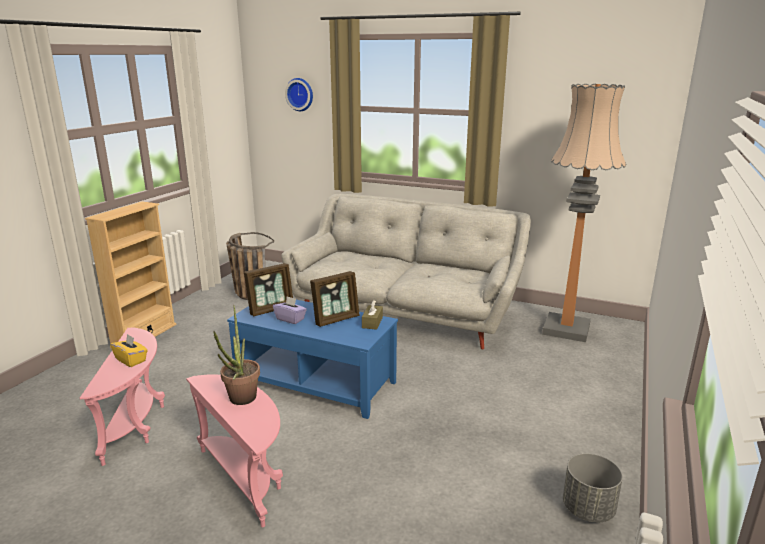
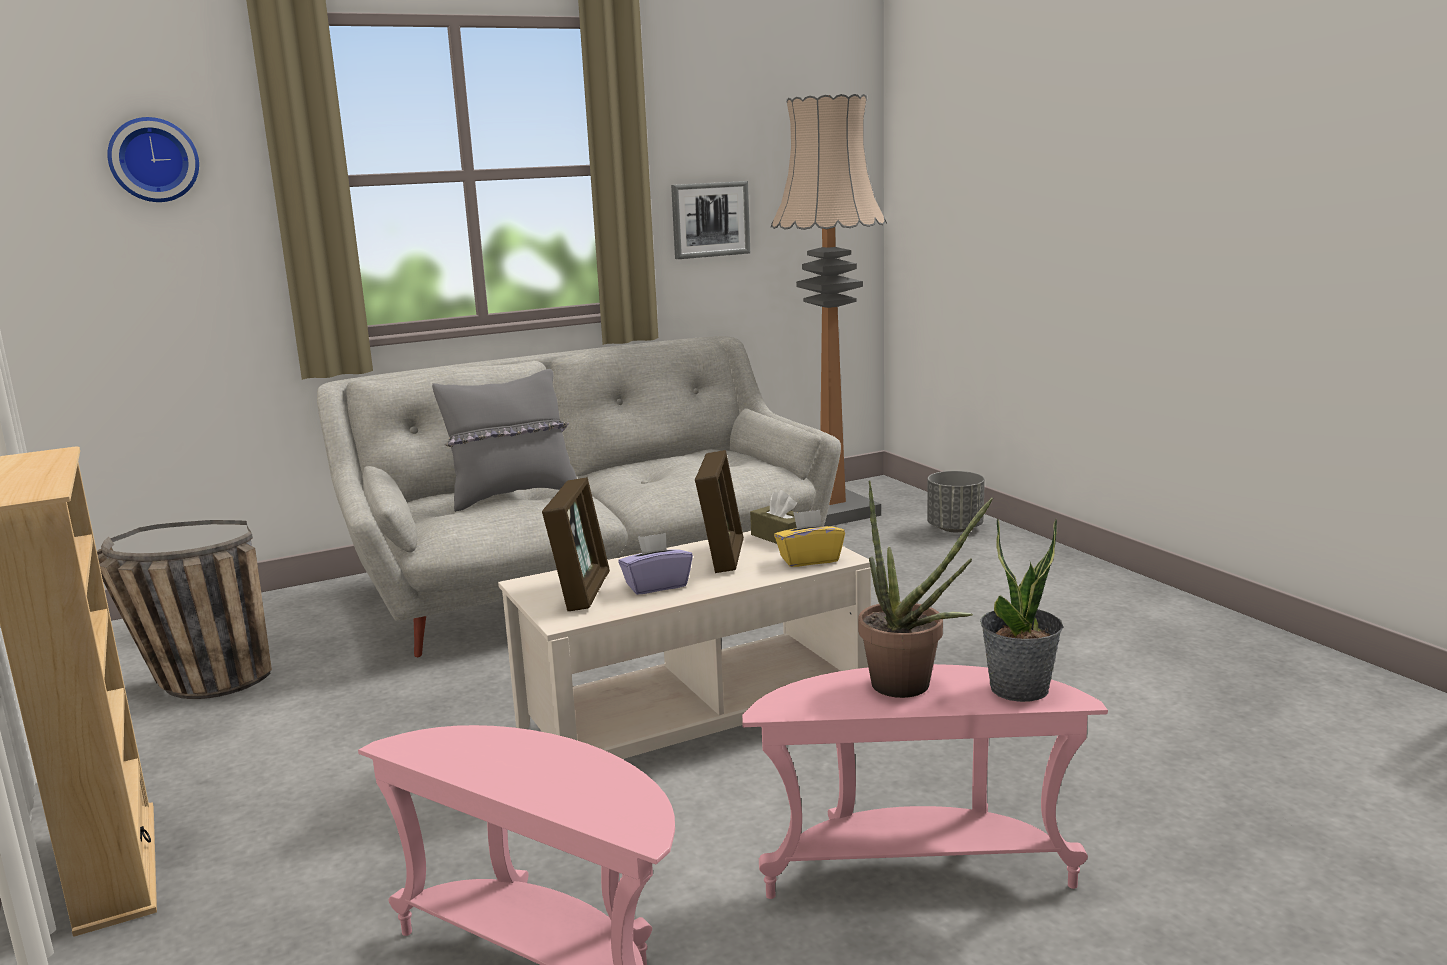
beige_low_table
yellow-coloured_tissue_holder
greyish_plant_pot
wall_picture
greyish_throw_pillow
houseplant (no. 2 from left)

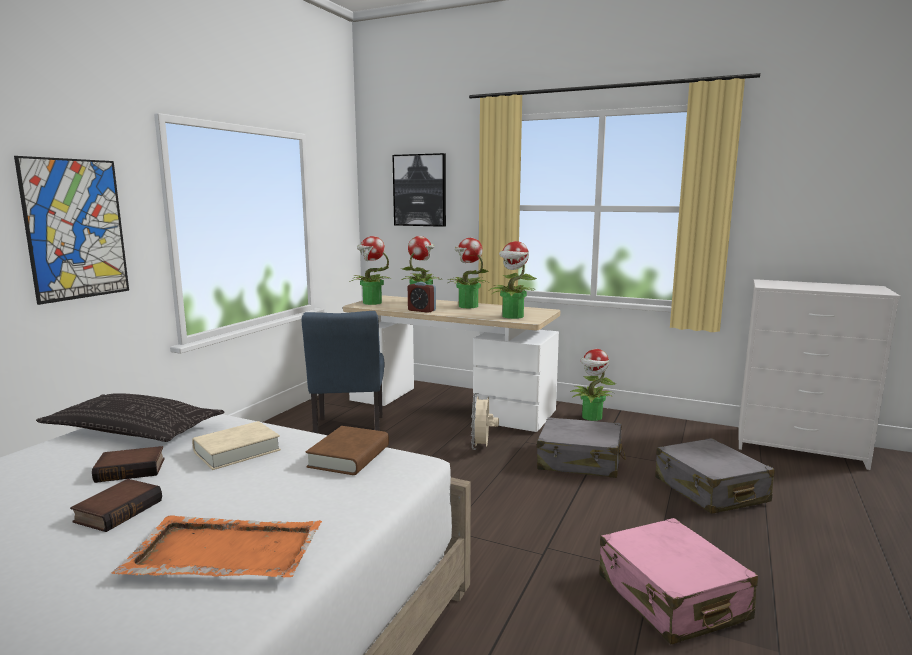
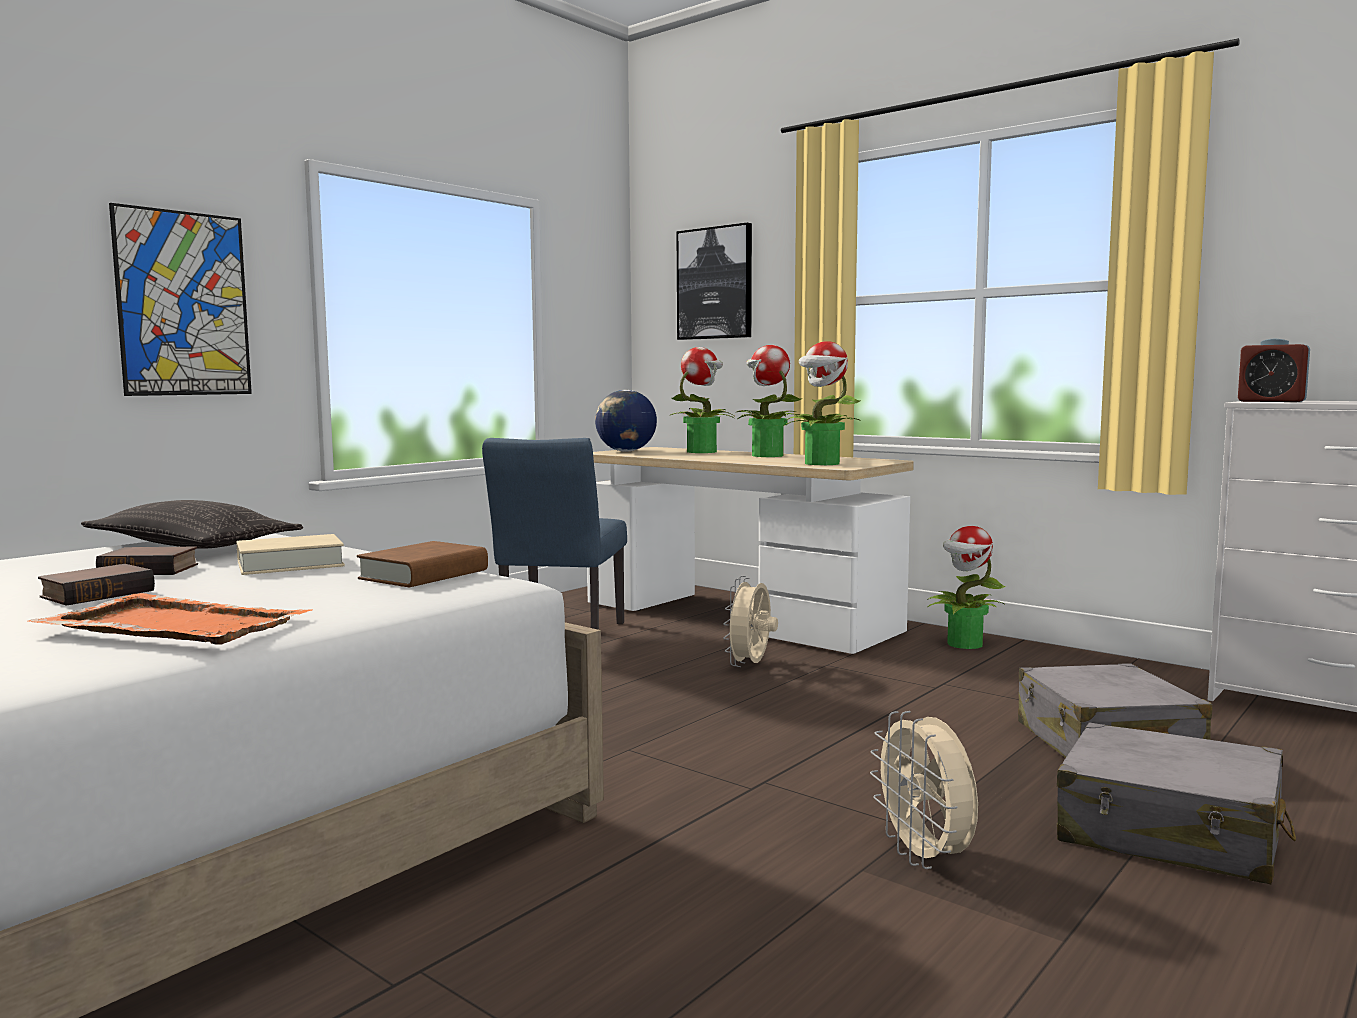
world_globe
alarm_clock
greyish_travel_case (no. 2 from left)
beige_cooling_fan (no. 2 from left)

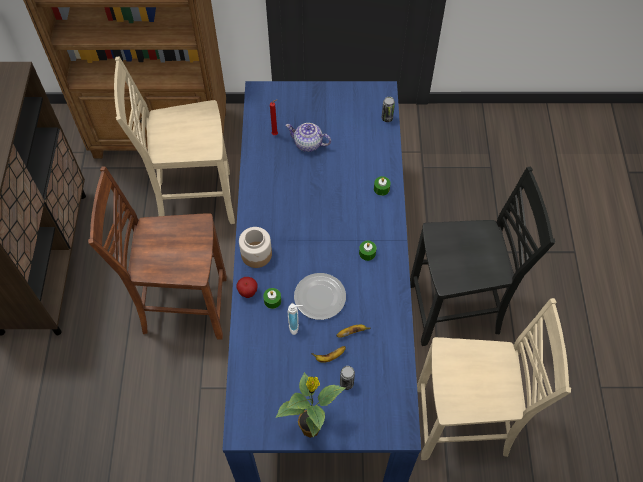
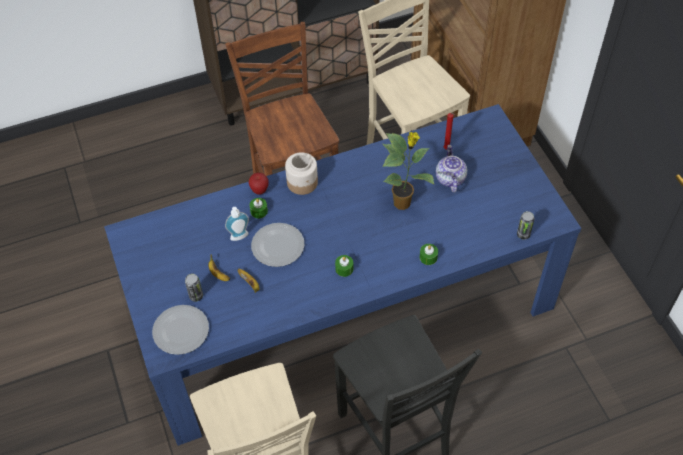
houseplant
plate (no. 1 from left)

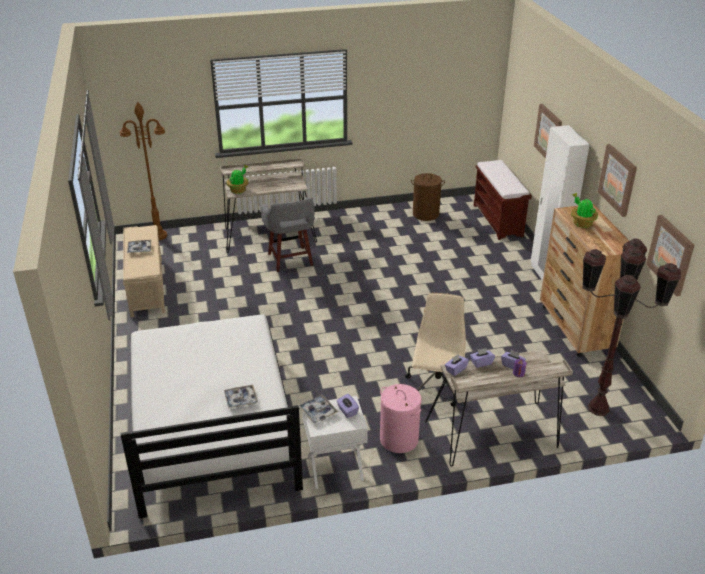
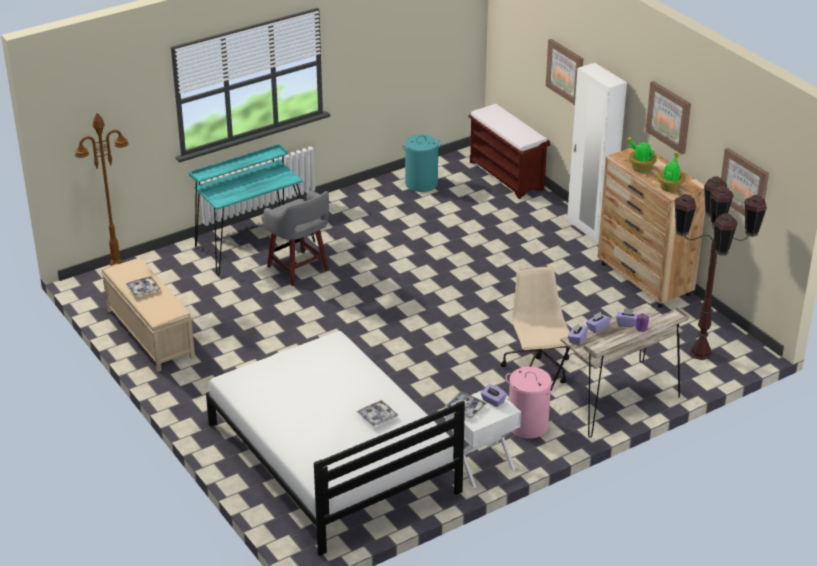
turquoise-coloured_desk
houseplant (no. 2 from left)
turquoise-coloured_hamper

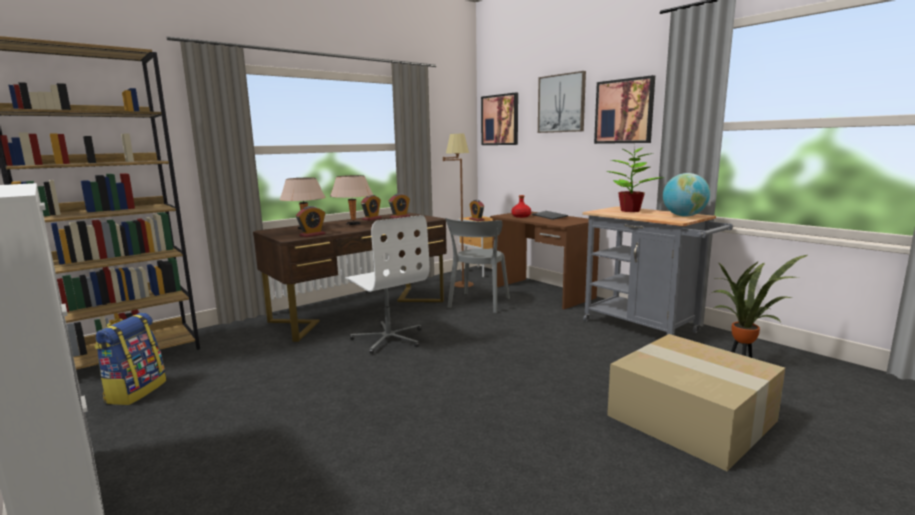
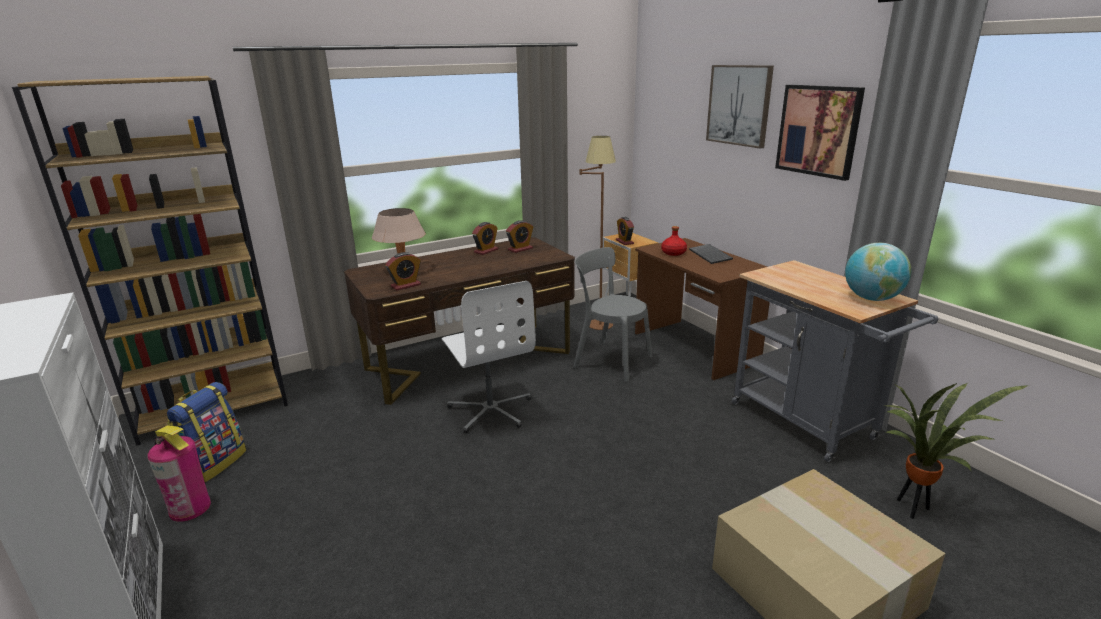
wall_picture (no. 1 from left in the first image)
houseplant (no. 1 from left in the first image)
beige_table_lamp (no. 2 from left in the first image)
greyish_chair
fire-fighting_cylinder

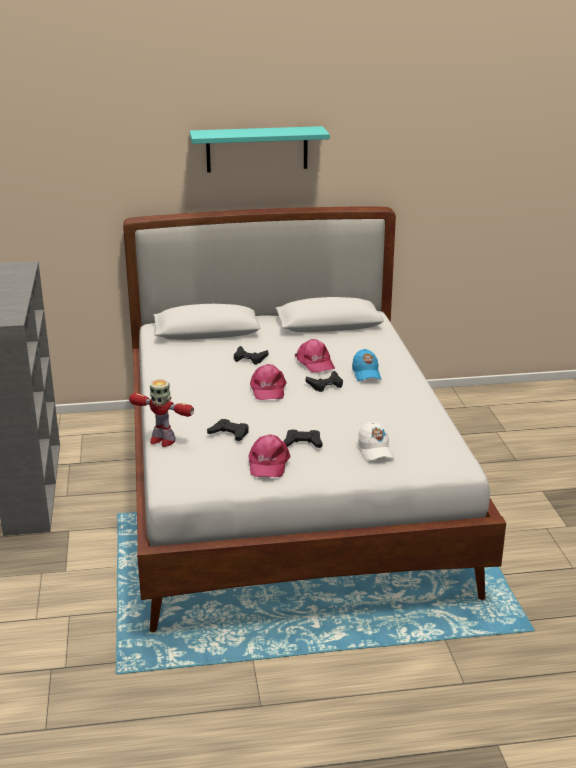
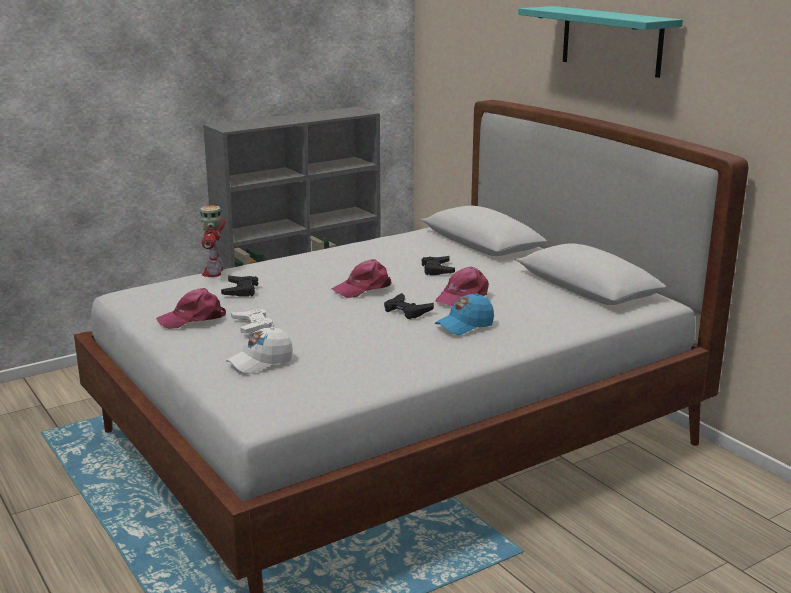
white-coloured_joypad

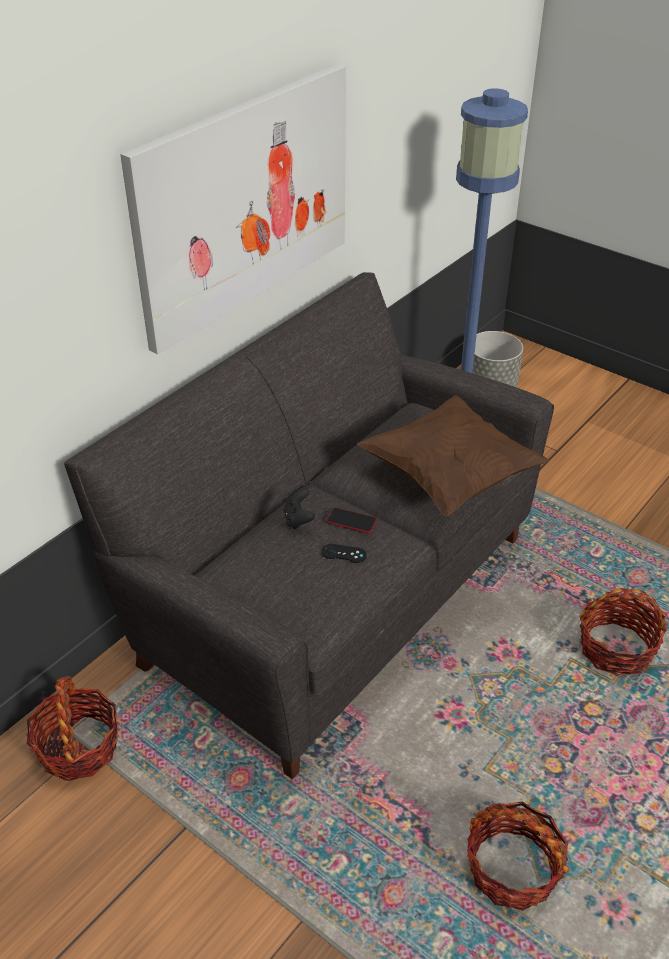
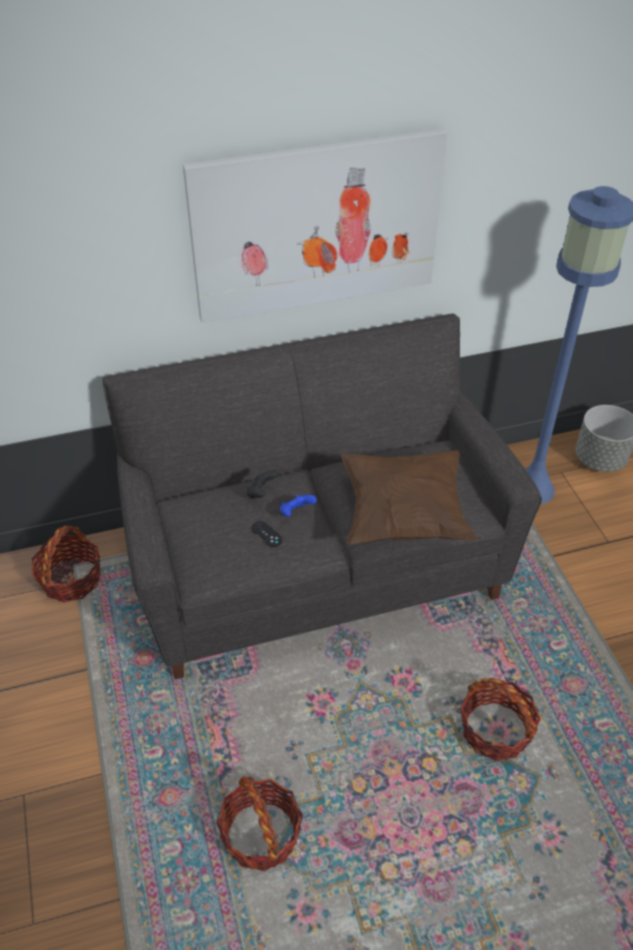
blue-coloured_joypad

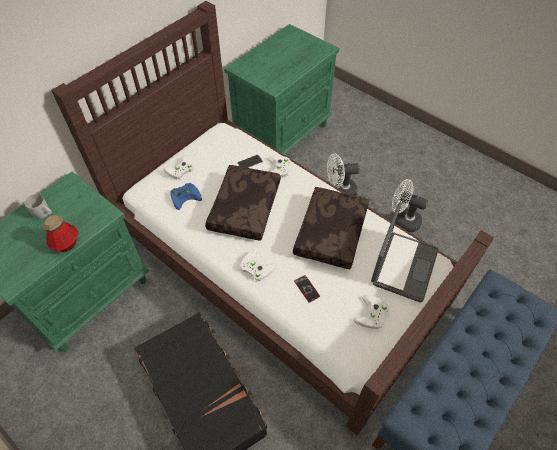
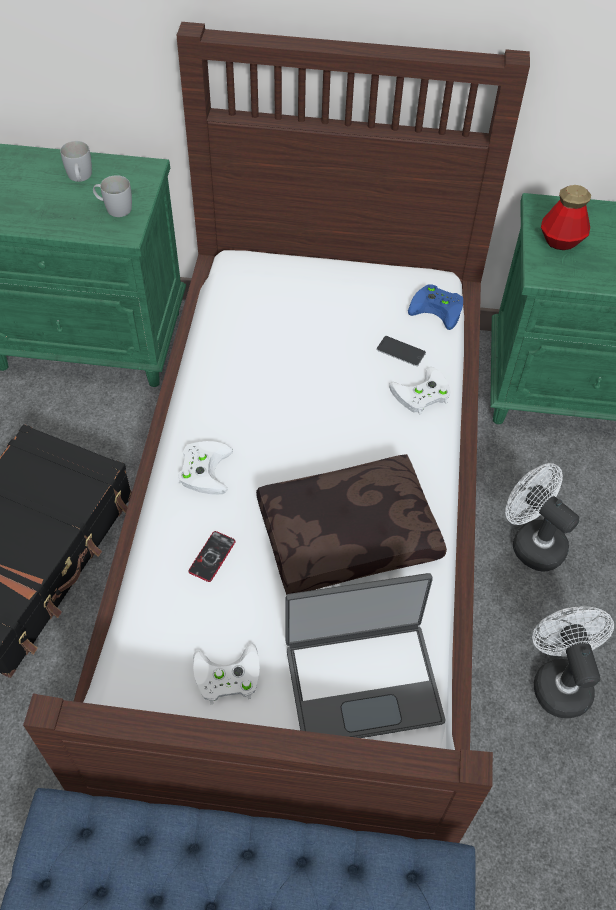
white-coloured_joypad (no. 1 from left in the first image)
brown-coloured_throw_pillow (no. 1 from left in the first image)
blue-coloured_joypad
bottle
white-coloured_tea_mug (no. 2 from left)

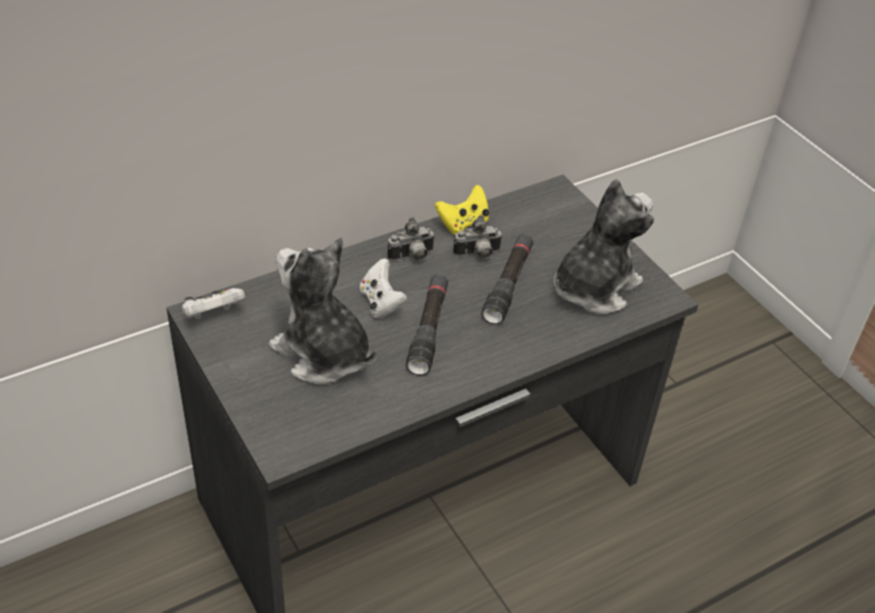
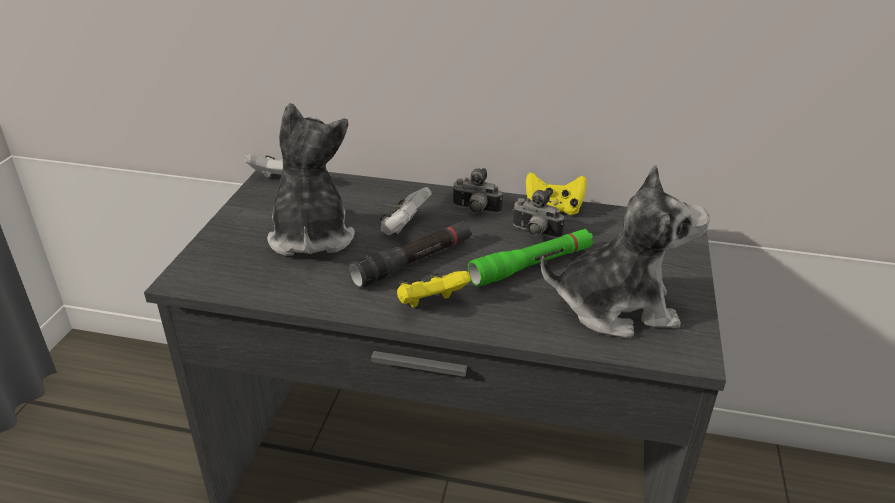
greenish_flashlight
yellow-coloured_joypad (no. 1 from left)

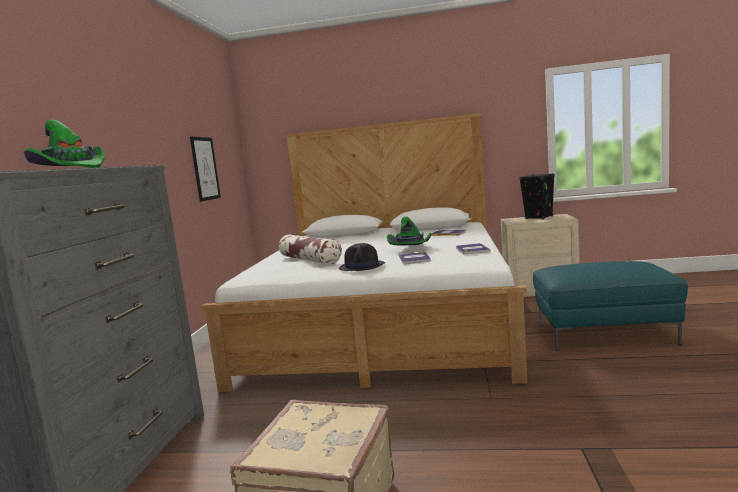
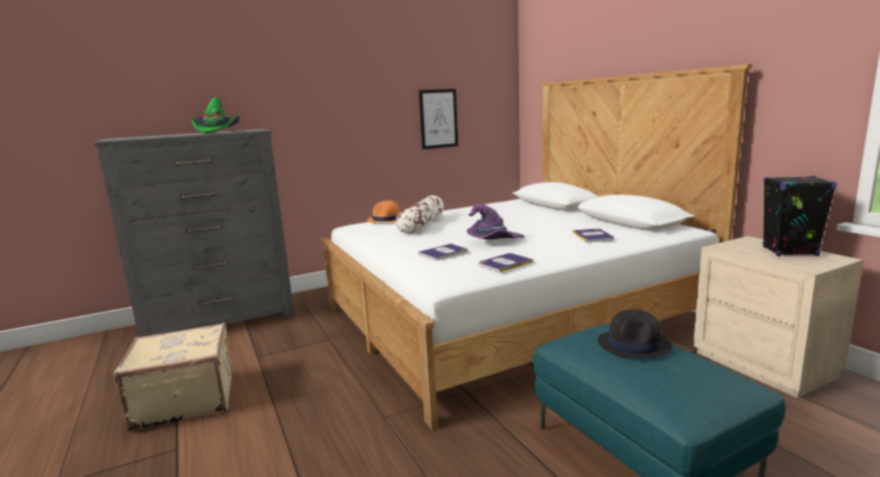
purple_wearable_hat
black-coloured_wearable_hat
orange_wearable_hat

